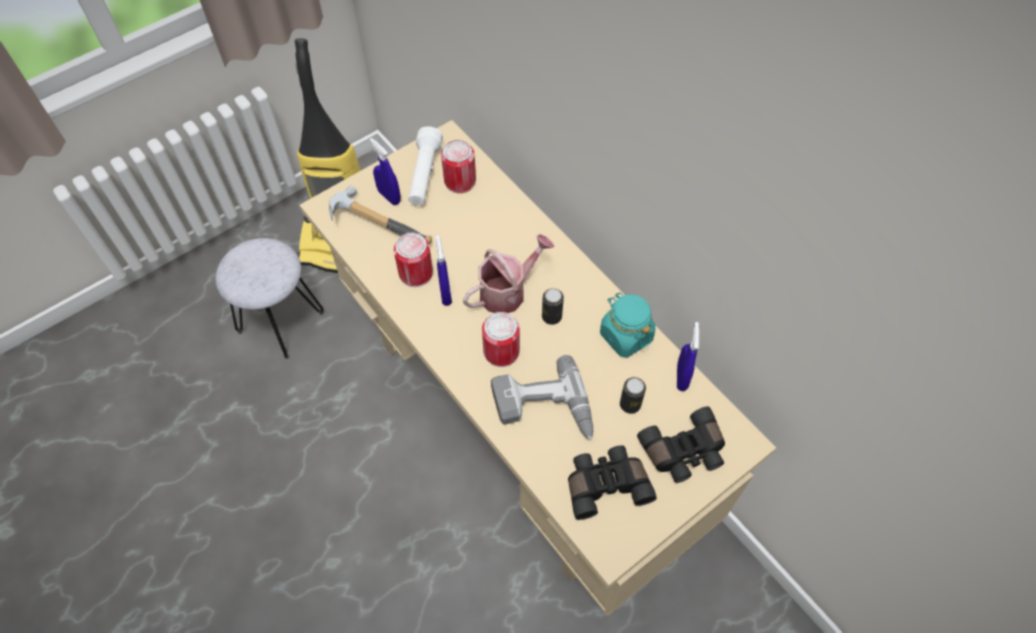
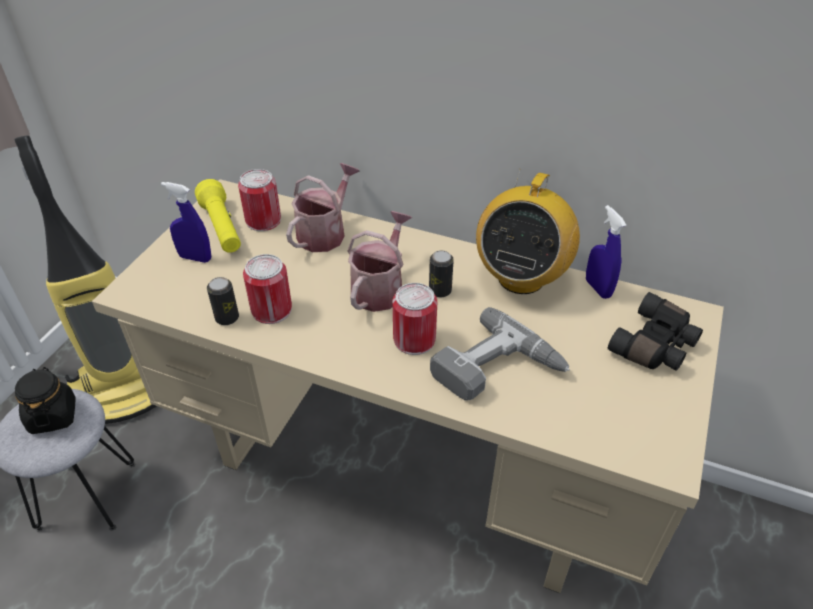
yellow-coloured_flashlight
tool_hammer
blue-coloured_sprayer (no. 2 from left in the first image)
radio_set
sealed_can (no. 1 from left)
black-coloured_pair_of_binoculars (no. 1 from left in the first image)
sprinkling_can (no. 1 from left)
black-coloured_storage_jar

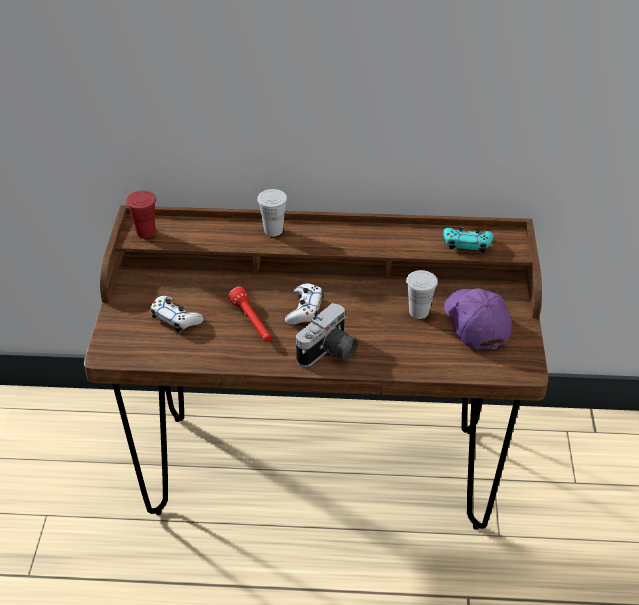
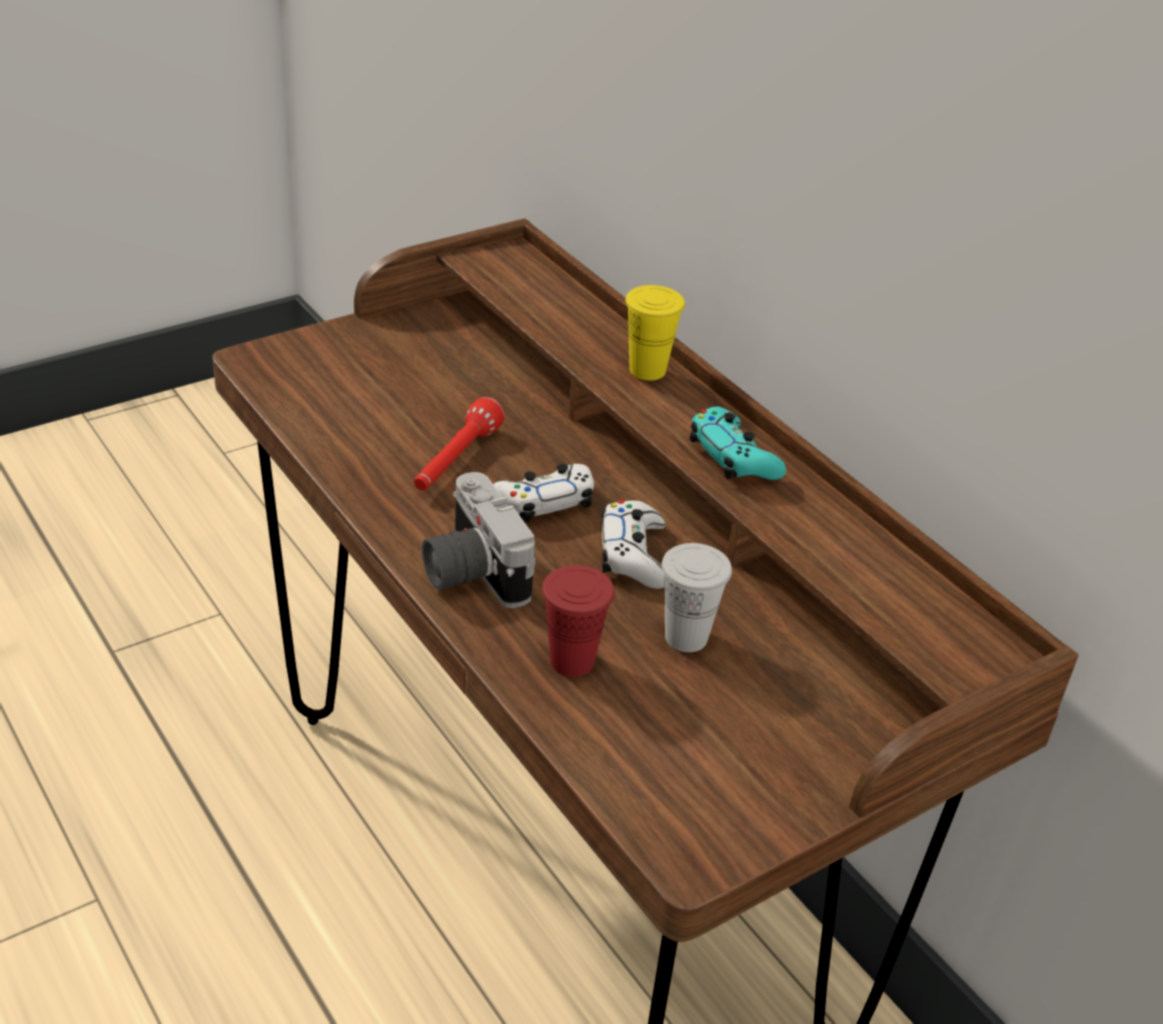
yellow-coloured_cup
red_cup
turquoise-coloured_joypad
purple_cap
white-coloured_joypad (no. 2 from left)
photo_camera

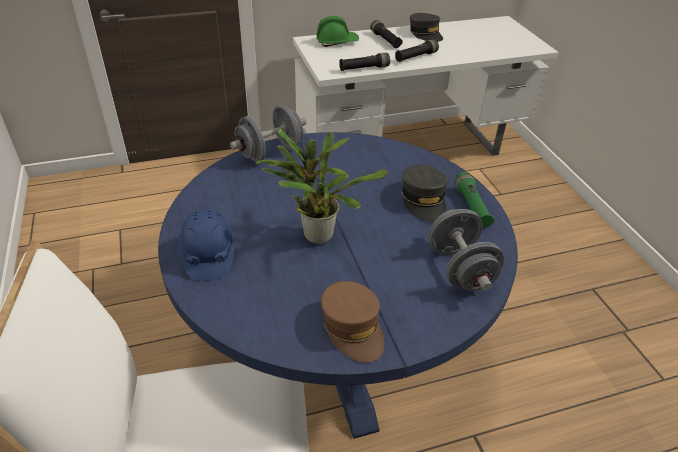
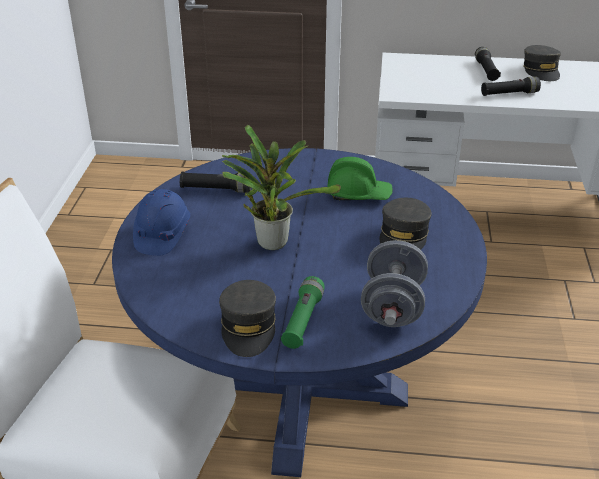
greenish_work_helmet
black-coloured_flashlight (no. 1 from left)
greyish_dumbbell (no. 1 from left in the first image)
greenish_flashlight
greyish_cap (no. 1 from left)

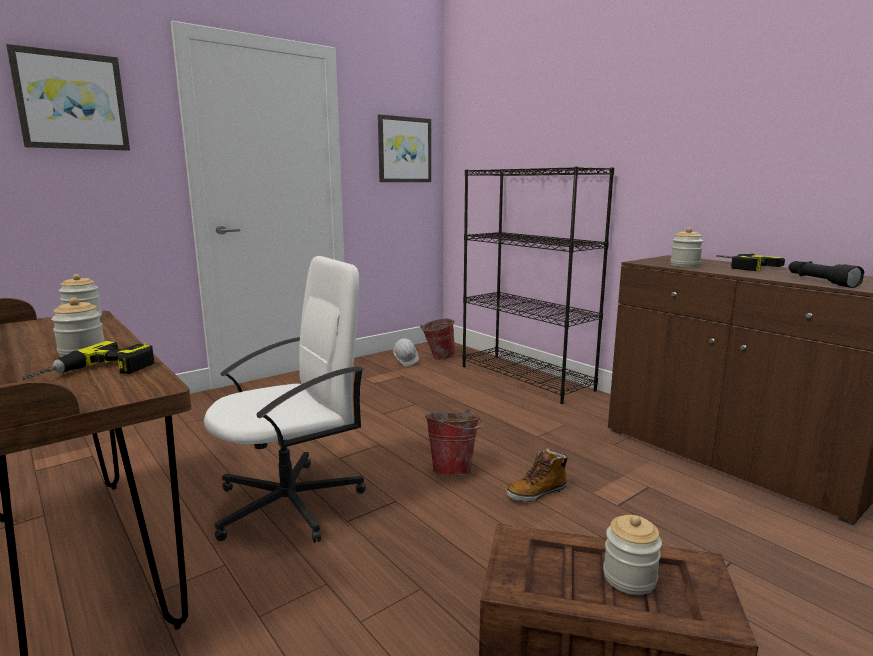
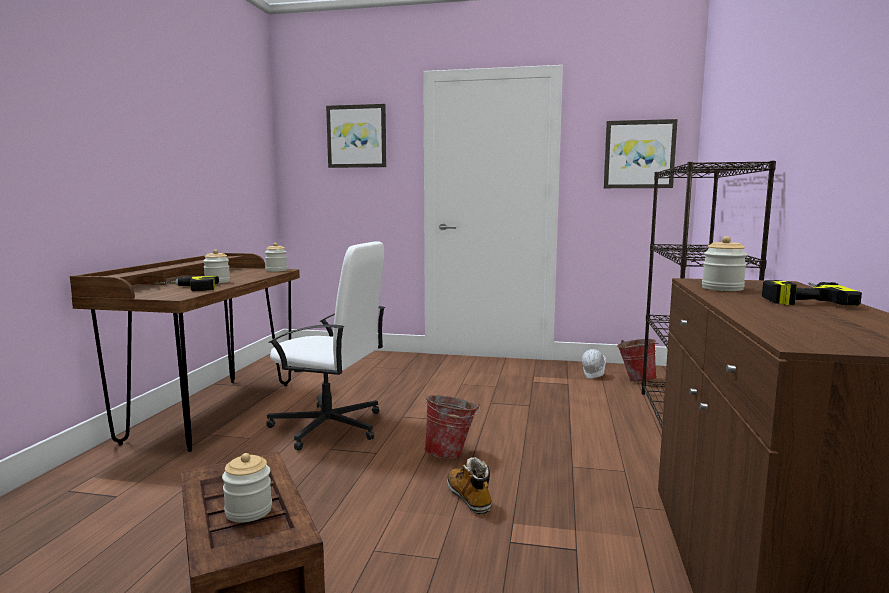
black-coloured_flashlight
high-top_boot

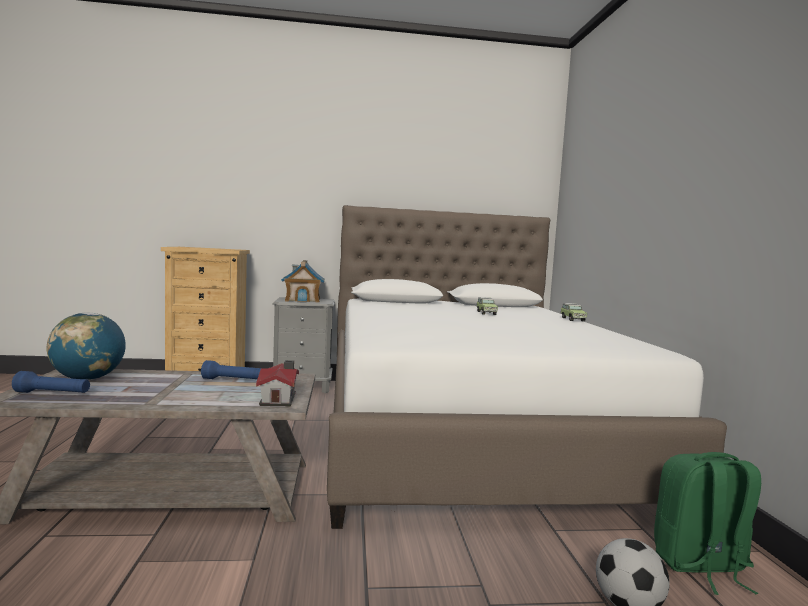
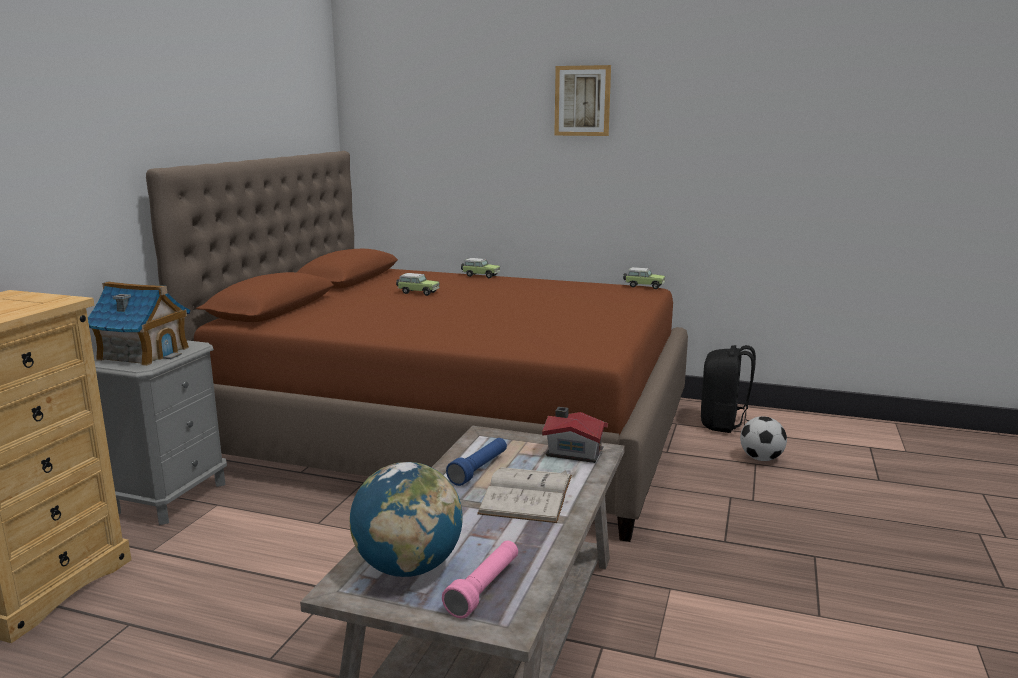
brown-coloured_sleeping_bed
pink_flashlight
black-coloured_rucksack
wall_picture
model_car (no. 3 from left)
white-coloured_bound_book

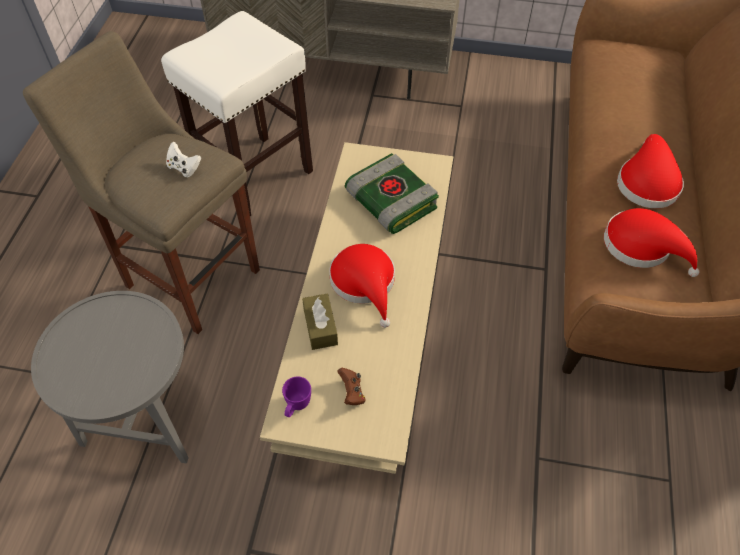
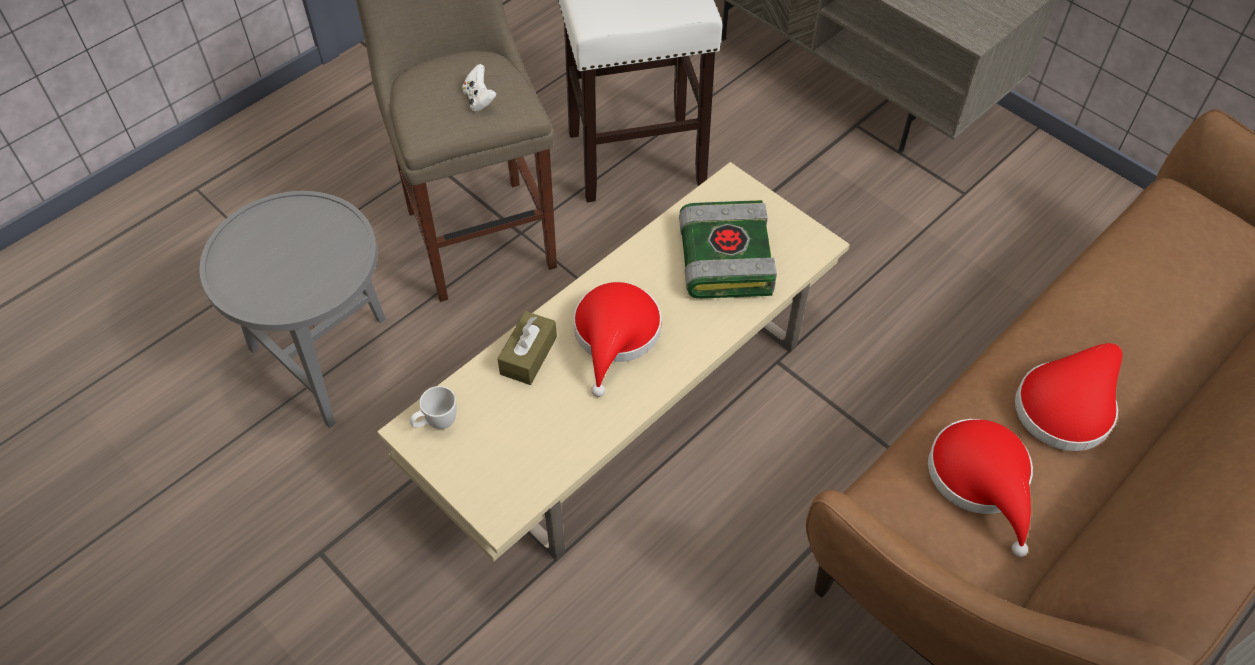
brown-coloured_joypad
white-coloured_tea_mug

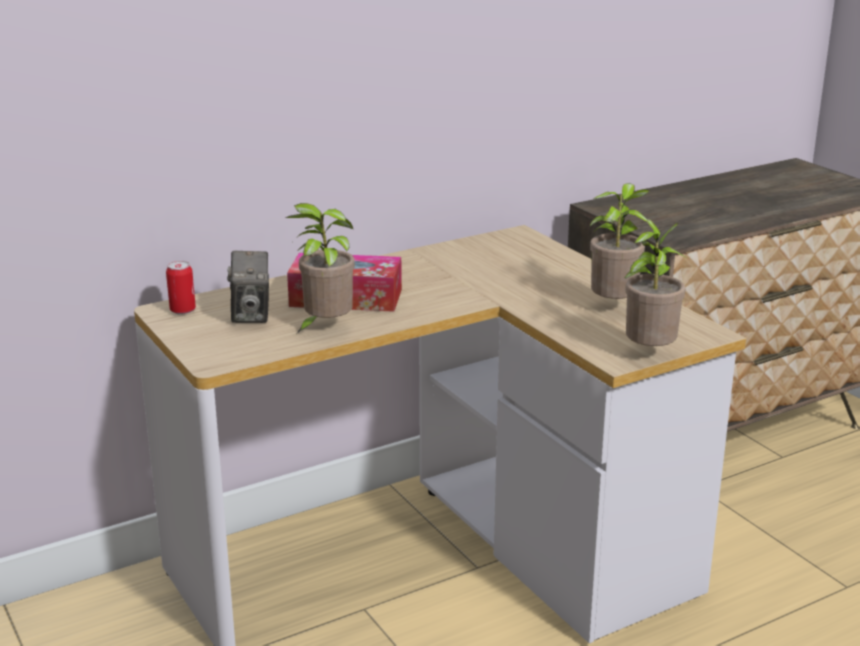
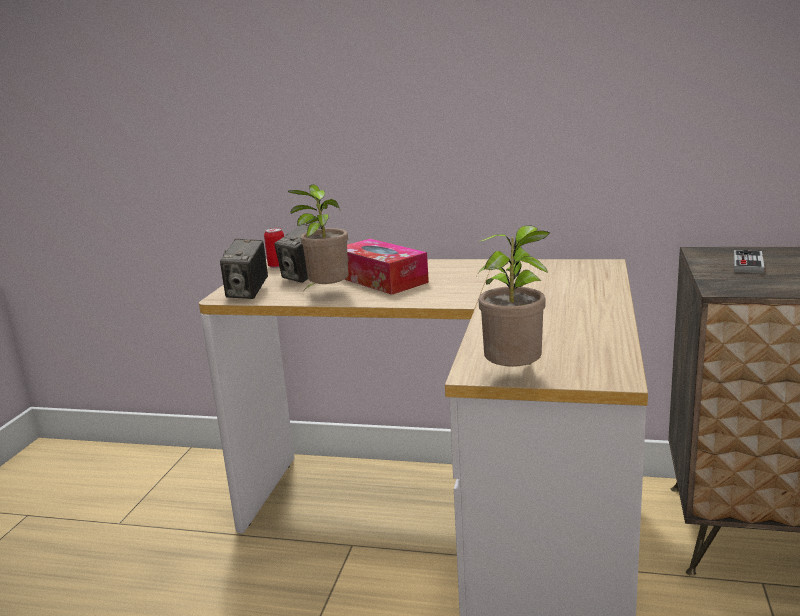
houseplant (no. 2 from left in the first image)
photo_camera (no. 1 from left)
joypad

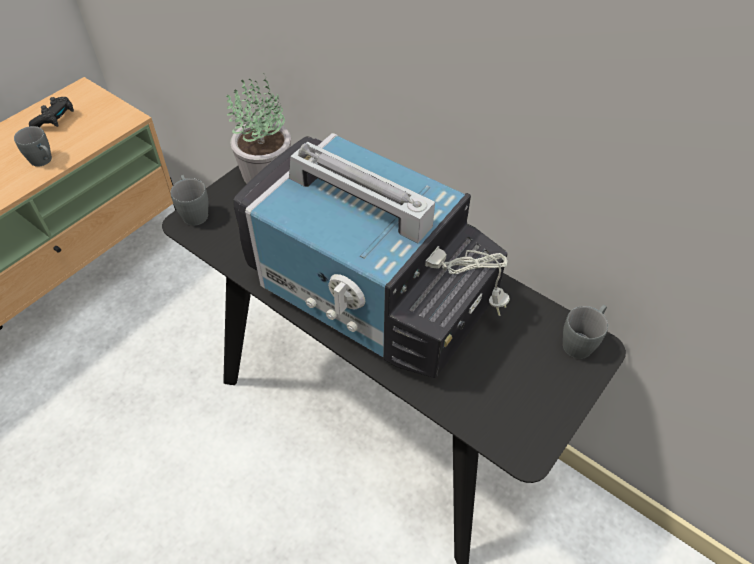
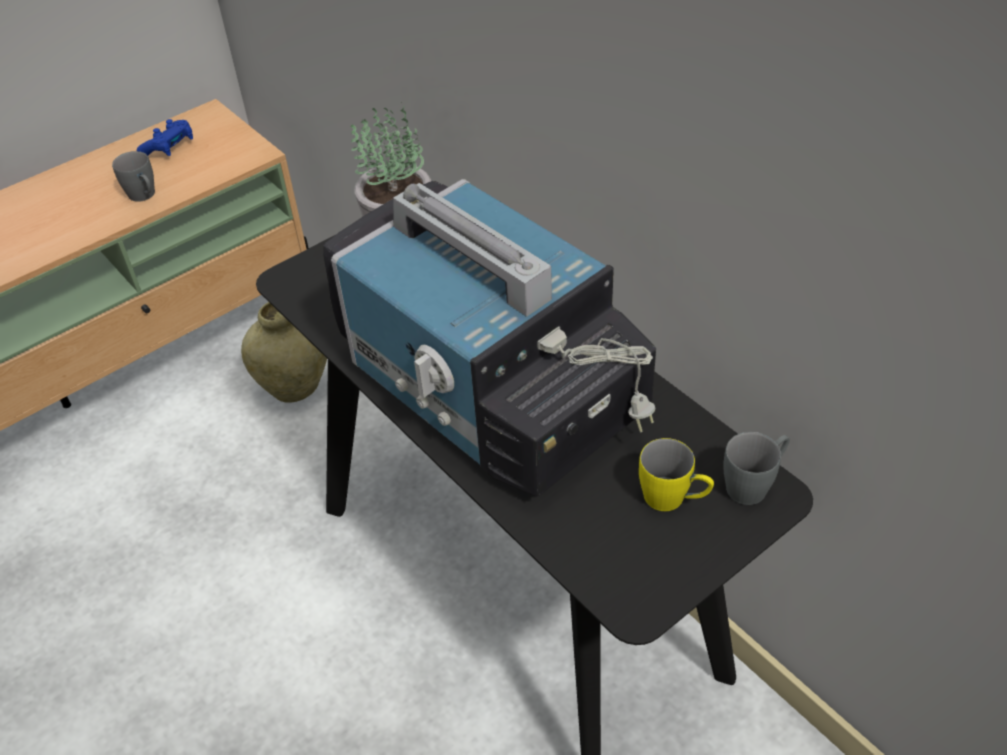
blue-coloured_joypad
greyish_tea_mug (no. 2 from left in the first image)
beige_vase
yellow-coloured_tea_mug

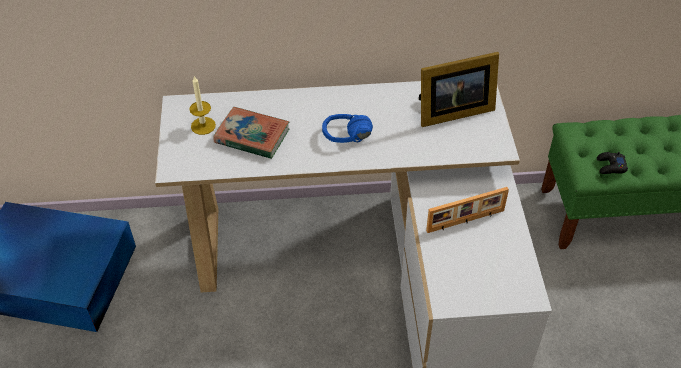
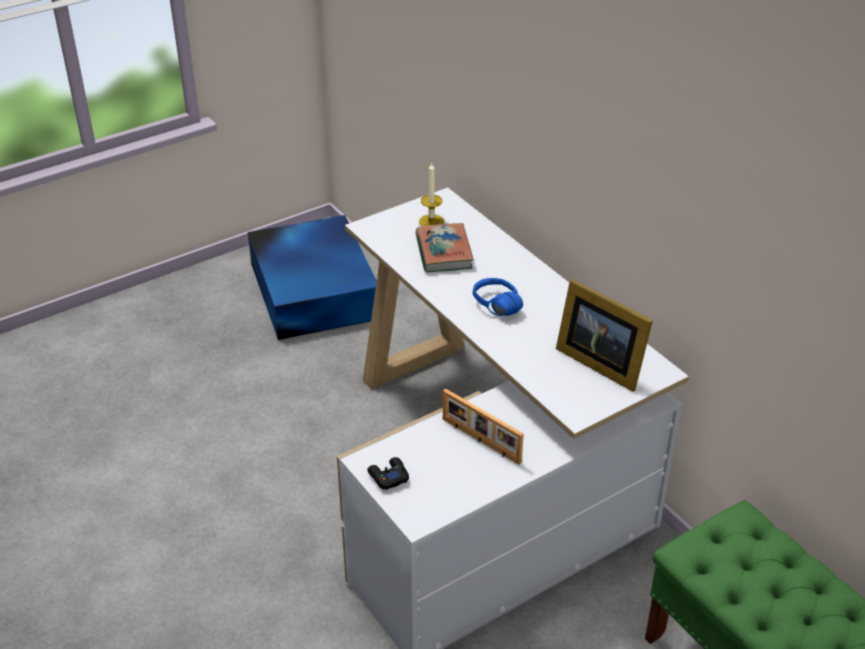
black-coloured_joypad

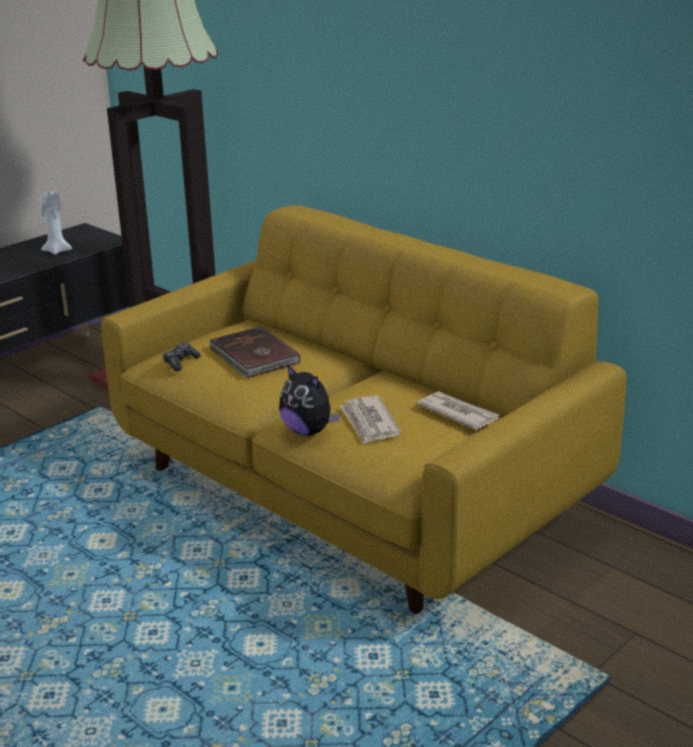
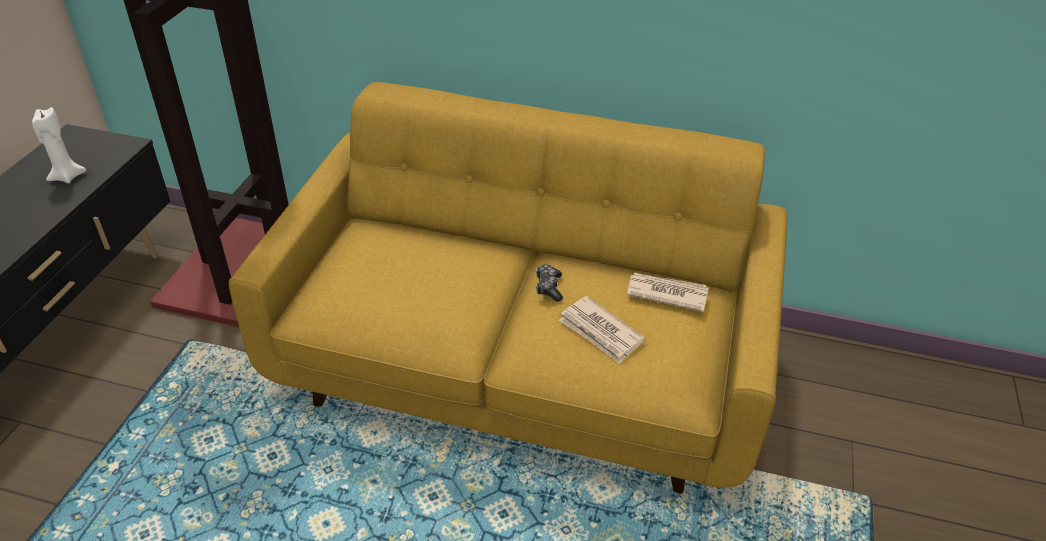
brown-coloured_bound_book
joypad
cuddly_toy

